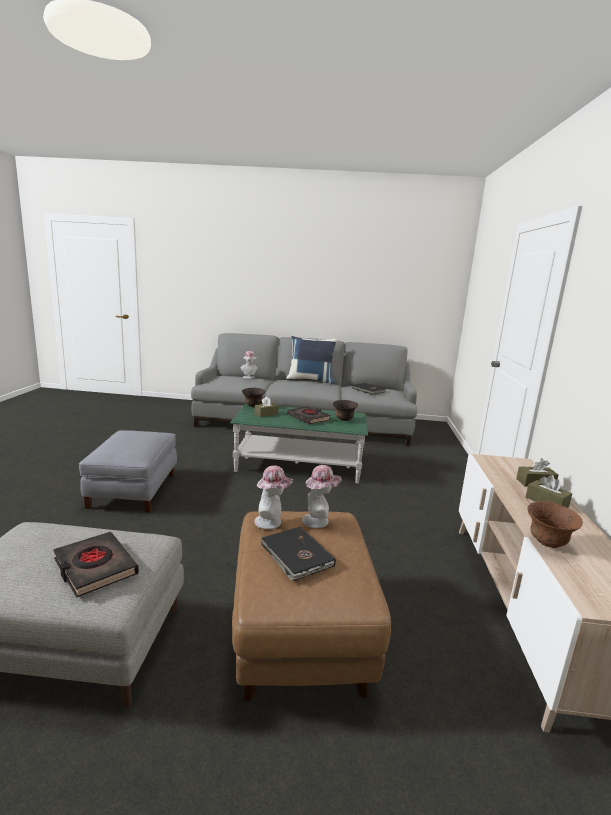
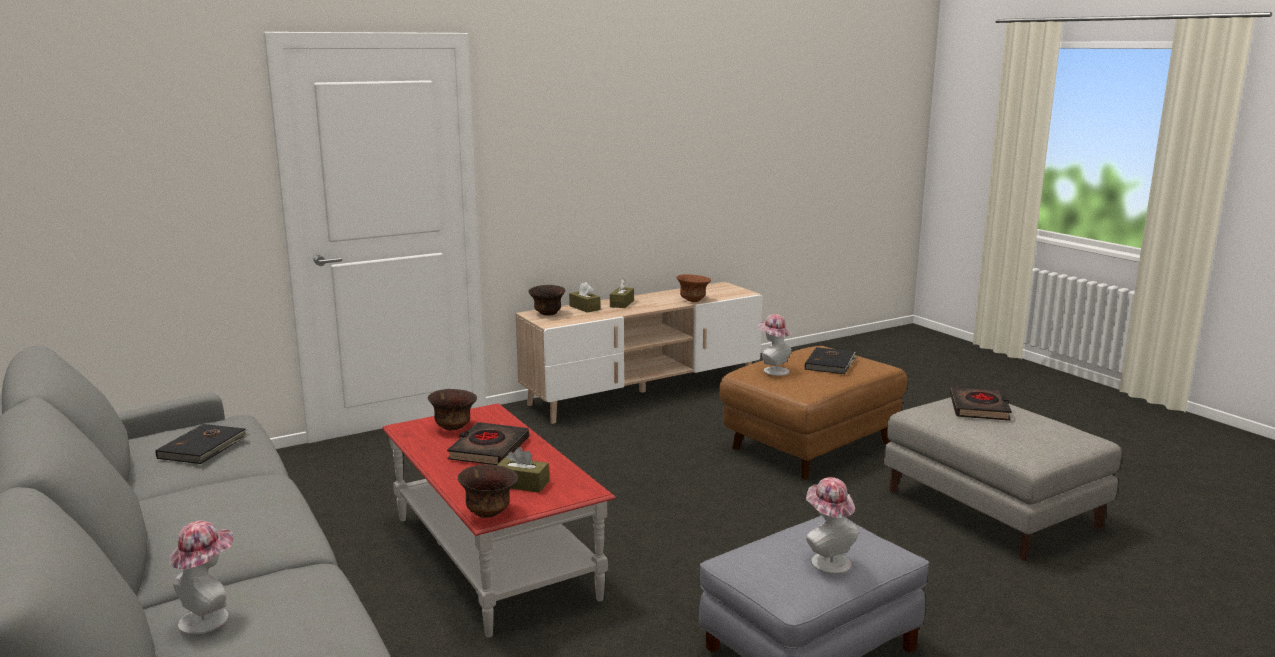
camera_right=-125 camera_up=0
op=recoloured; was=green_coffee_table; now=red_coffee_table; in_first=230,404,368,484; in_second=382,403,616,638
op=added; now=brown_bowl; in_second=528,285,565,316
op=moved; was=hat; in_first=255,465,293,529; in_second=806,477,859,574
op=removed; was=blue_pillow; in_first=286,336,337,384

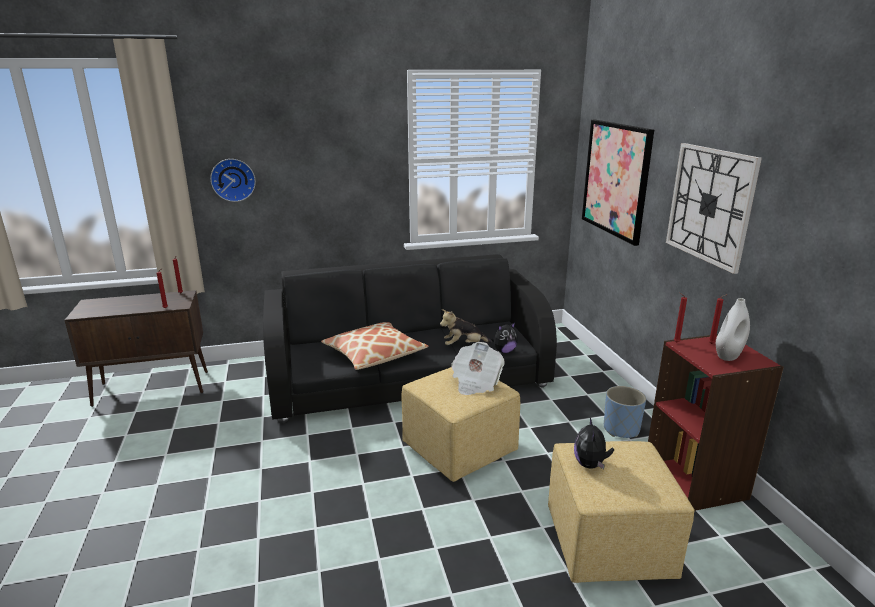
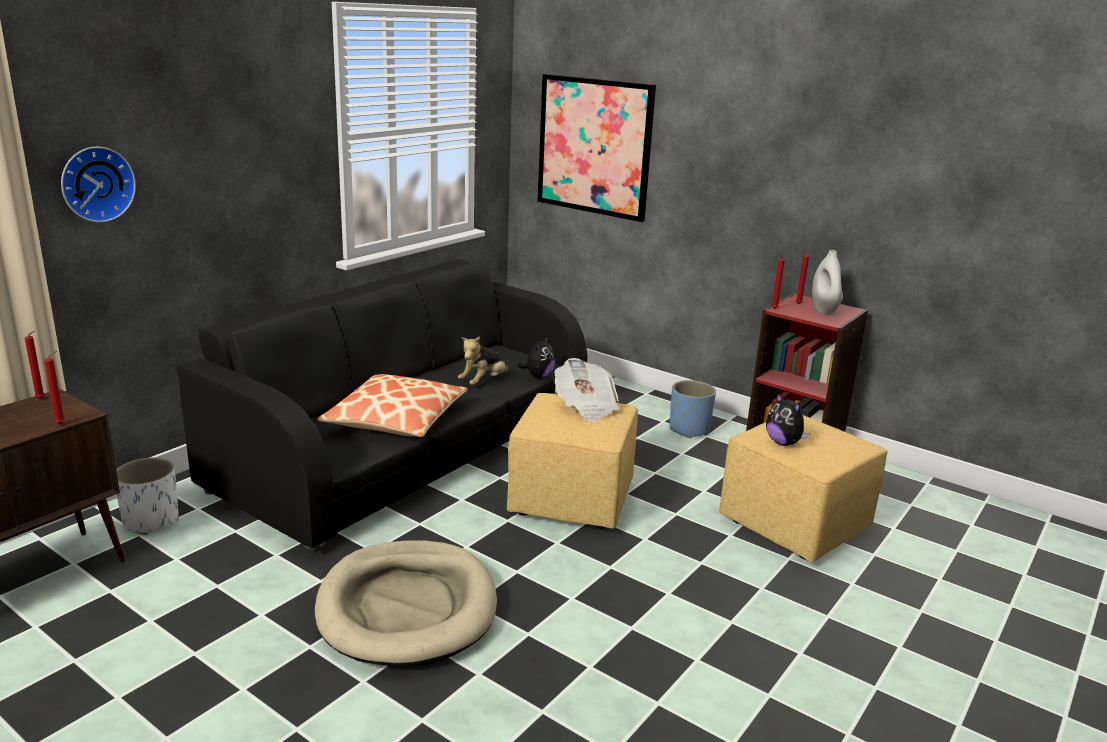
camera_right=-40 camera_up=0
op=added; now=white_planter; in_second=116,458,179,535
op=added; now=beige_dog_bed; in_second=315,540,497,667
op=removed; was=wall_clock; in_first=666,143,762,274

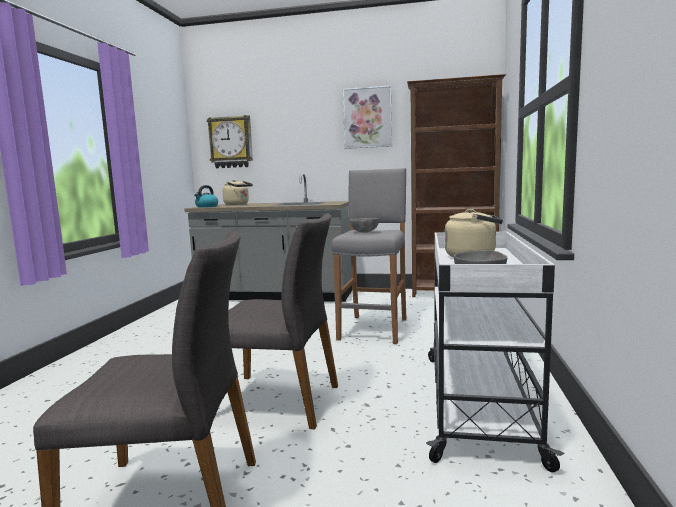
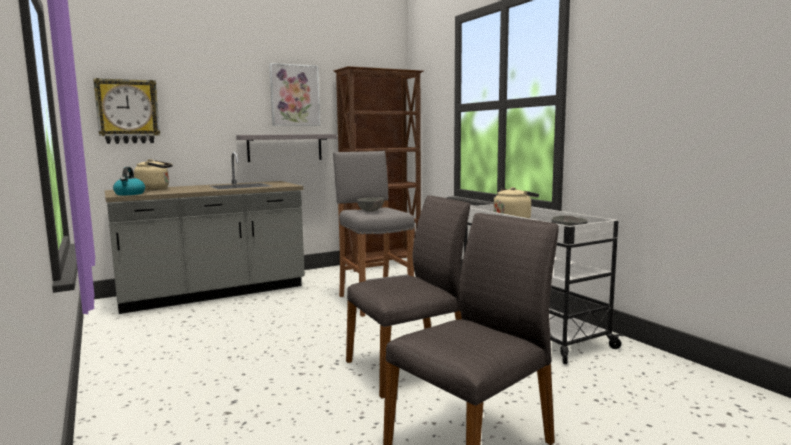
camera_right=-40 camera_up=0
op=added; now=grey_shelf; in_second=236,134,337,162

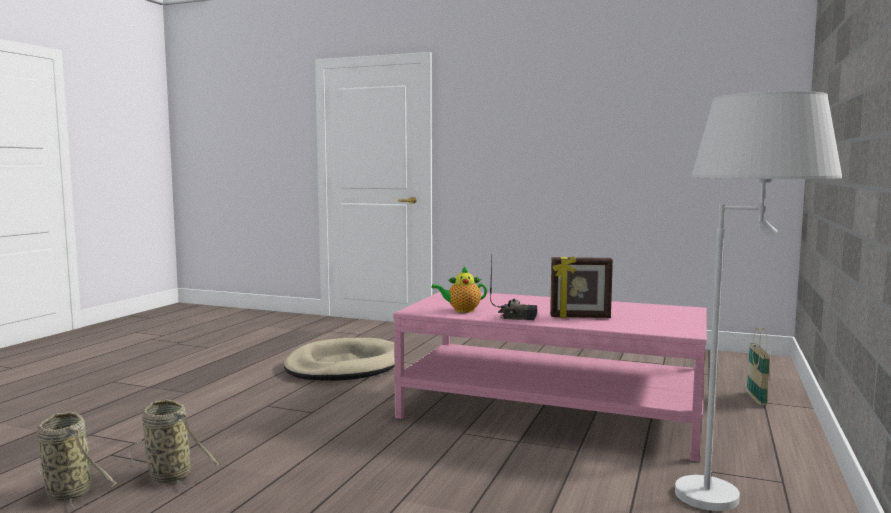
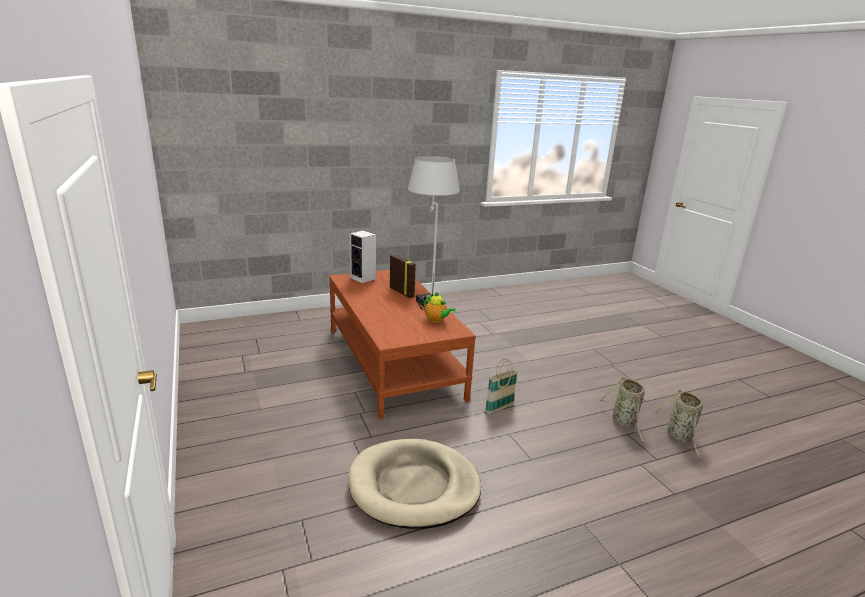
camera_right=-135 camera_up=15
op=recoloured; was=pink_coffee_table; now=brown_coffee_table; in_first=393,292,707,462; in_second=329,270,476,420
op=added; now=speaker; in_second=350,230,376,283
op=moved; was=basket; in_first=747,328,770,406; in_second=485,358,518,414

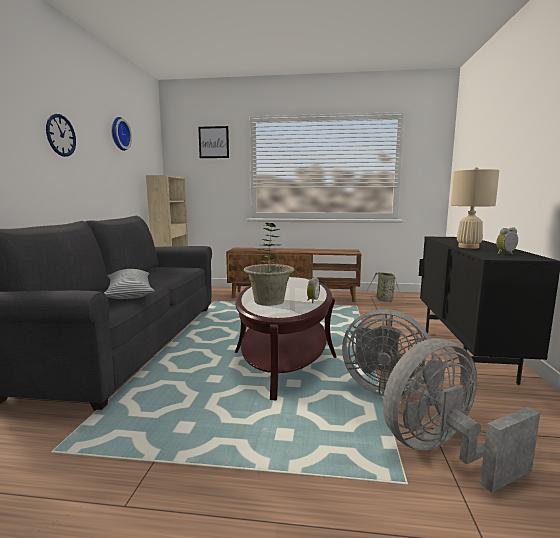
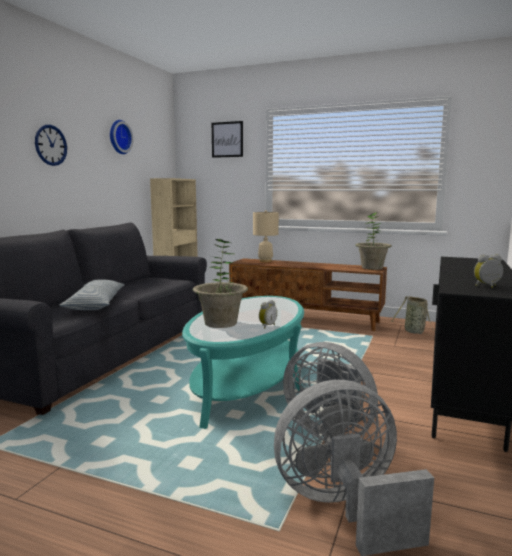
camera_right=15 camera_up=0
op=recoloured; was=brown_coffee_table; now=turquoise_coffee_table; in_first=235,276,337,401; in_second=182,296,304,429
op=moved; was=beige_table_lamp; in_first=451,167,499,249; in_second=253,210,279,262
op=added; now=potted_plant; in_second=356,212,392,270

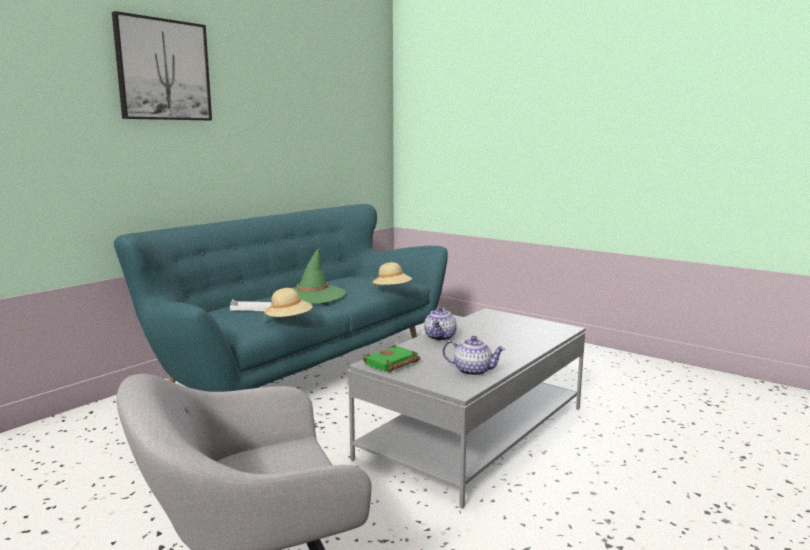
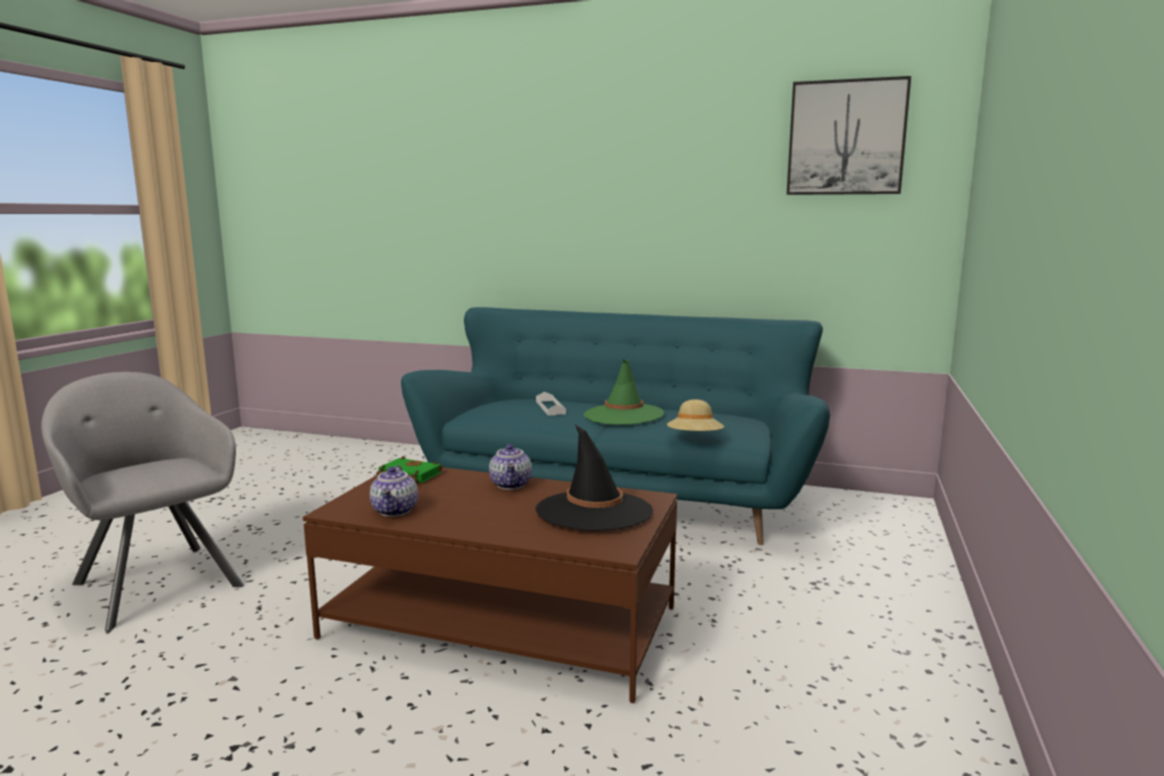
camera_right=70 camera_up=0
op=recoloured; was=grey_coffee_table; now=brown_coffee_table; in_first=348,308,586,509; in_second=303,467,677,703
op=turned; was=teapot; in_first=424,307,457,341; in_second=489,444,532,490; clockwise=-90
op=added; now=black_hat; in_second=536,425,653,531
op=moved; was=picture; in_first=112,11,212,120; in_second=787,76,911,195
op=removed; was=beige_hat; in_first=264,288,313,317

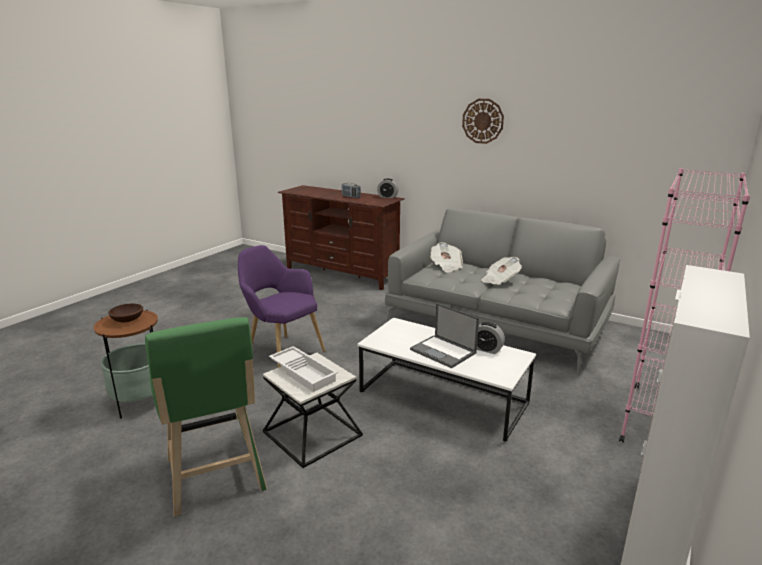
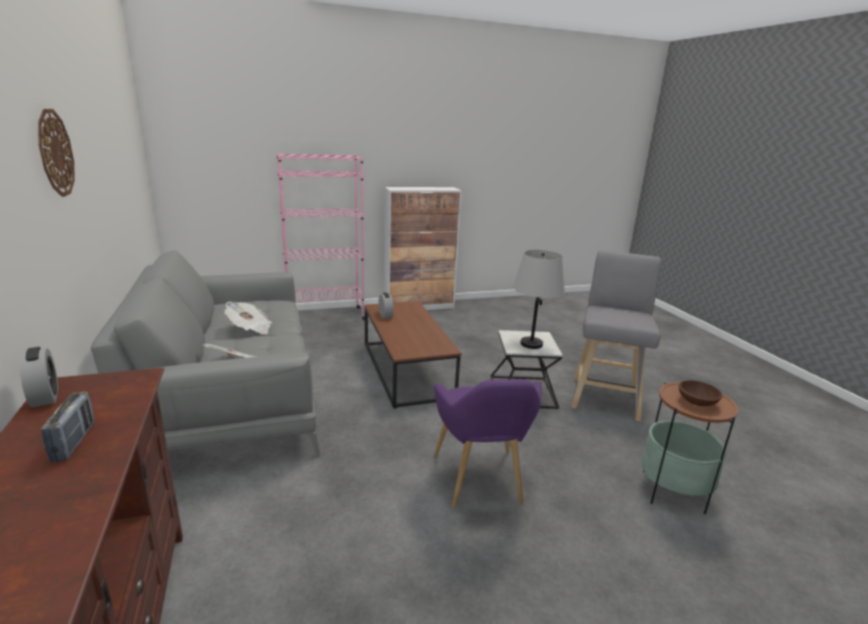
camera_right=-140 camera_up=0
op=recoloured; was=white_coffee_table; now=brown_coffee_table; in_first=357,318,536,442; in_second=365,301,462,409
op=replaced; was=white_tray; now=grey_table_lamp; in_first=269,346,338,392; in_second=513,250,565,349
op=recoloured; was=green_stool; now=grey_stool; in_first=145,317,267,517; in_second=571,250,661,421
op=removed; was=laptop; in_first=410,303,479,368

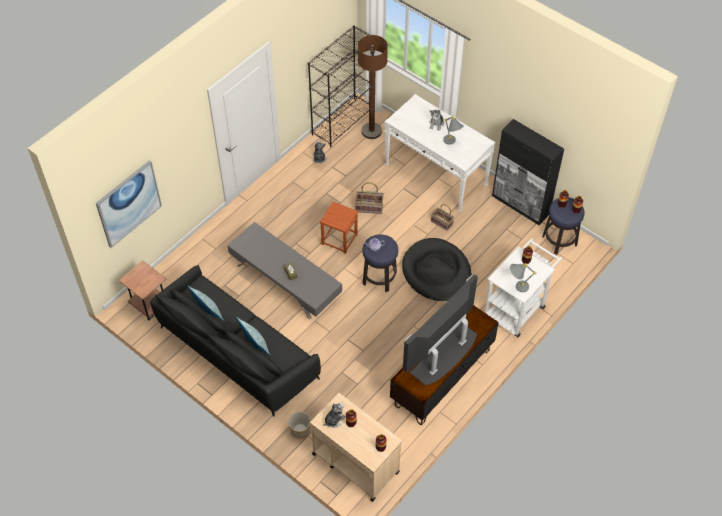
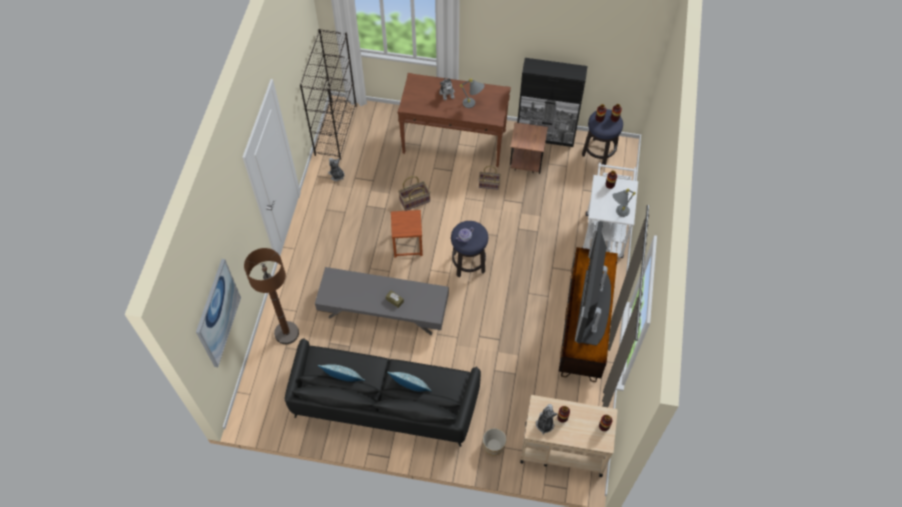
camera_right=-30 camera_up=5
op=moved; was=brown_floor_lamp; in_first=358,35,388,139; in_second=244,248,299,344
op=recoloured; was=white_console_table; now=brown_console_table; in_first=384,94,496,212; in_second=398,73,511,167
op=moved; was=brown_side_table; in_first=119,260,167,320; in_second=510,122,548,174
op=removed; was=black_dog_bed; in_first=402,238,472,301

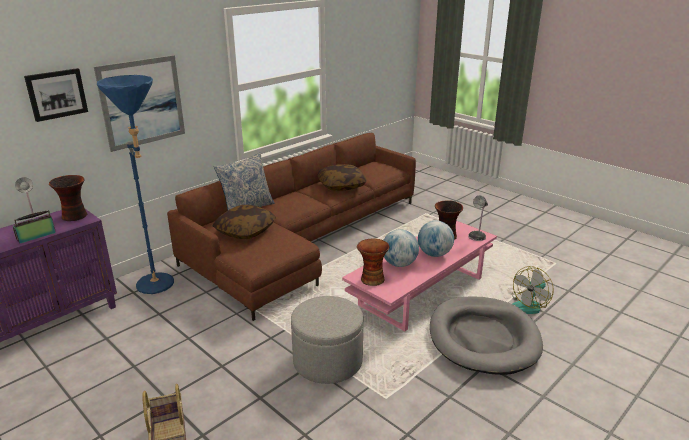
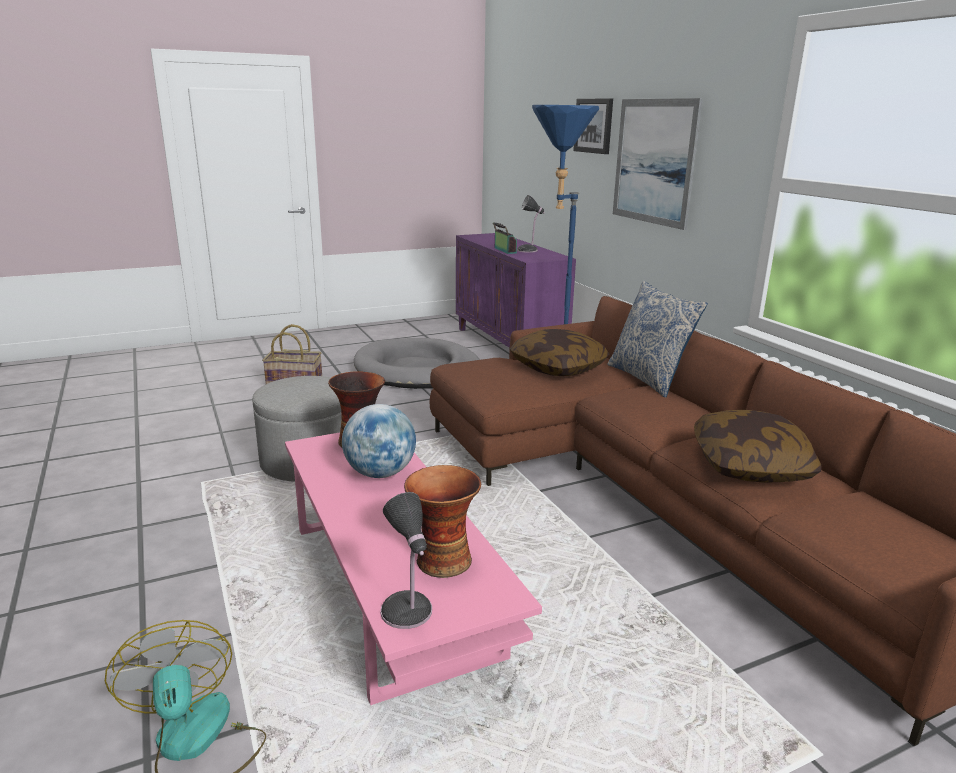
camera_right=110 camera_up=-5
op=moved; was=grey_dog_bed; in_first=430,296,543,375; in_second=354,338,480,389
op=removed; was=vase; in_first=49,175,87,221
op=removed; was=globe; in_first=418,221,454,257

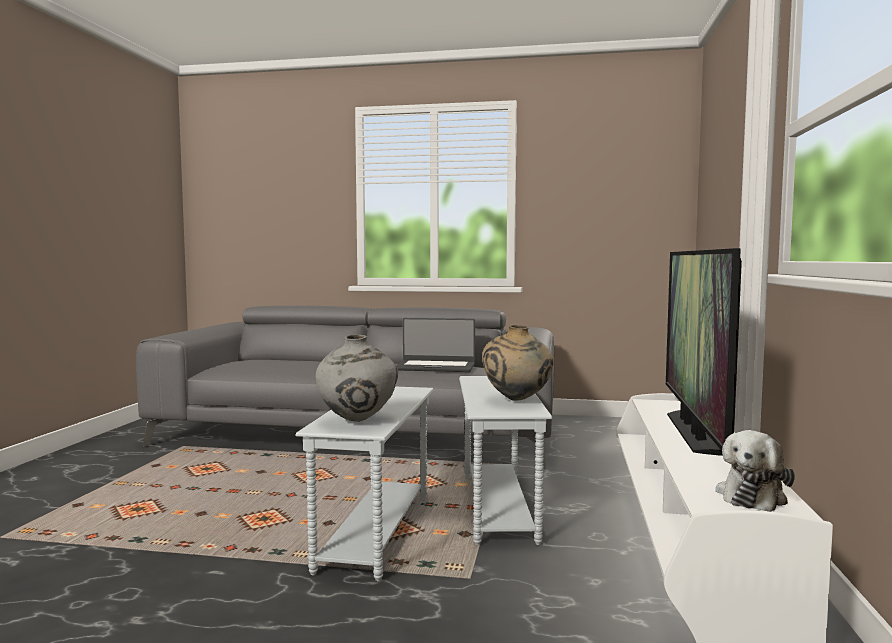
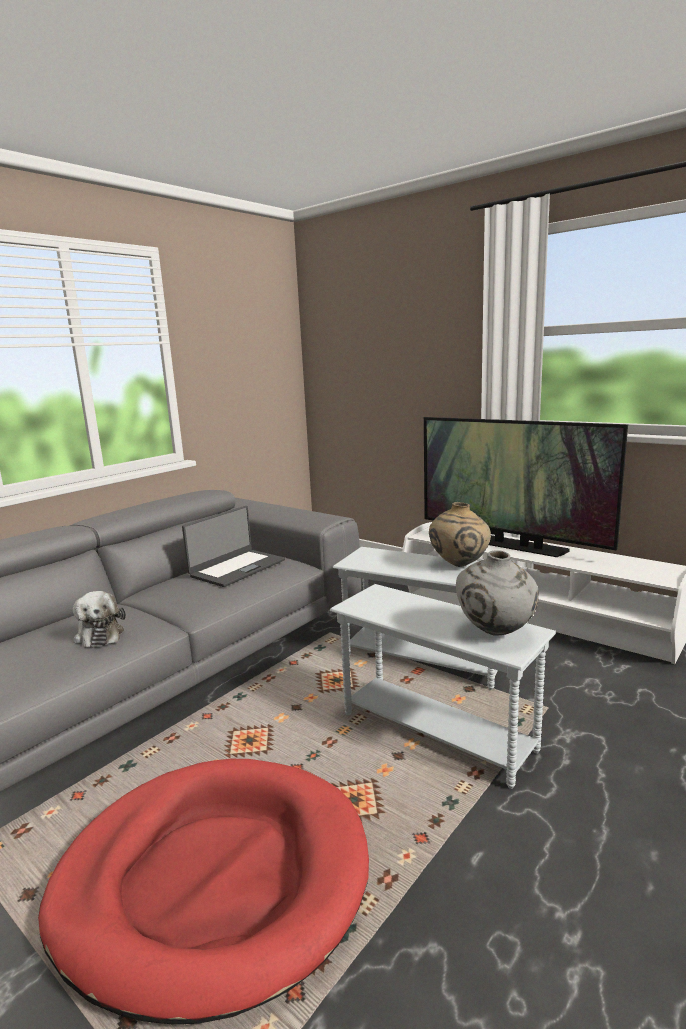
camera_right=-60 camera_up=10
op=added; now=red_dog_bed; in_second=38,759,369,1024
op=moved; was=plush_toy; in_first=716,430,795,512; in_second=73,591,126,648

